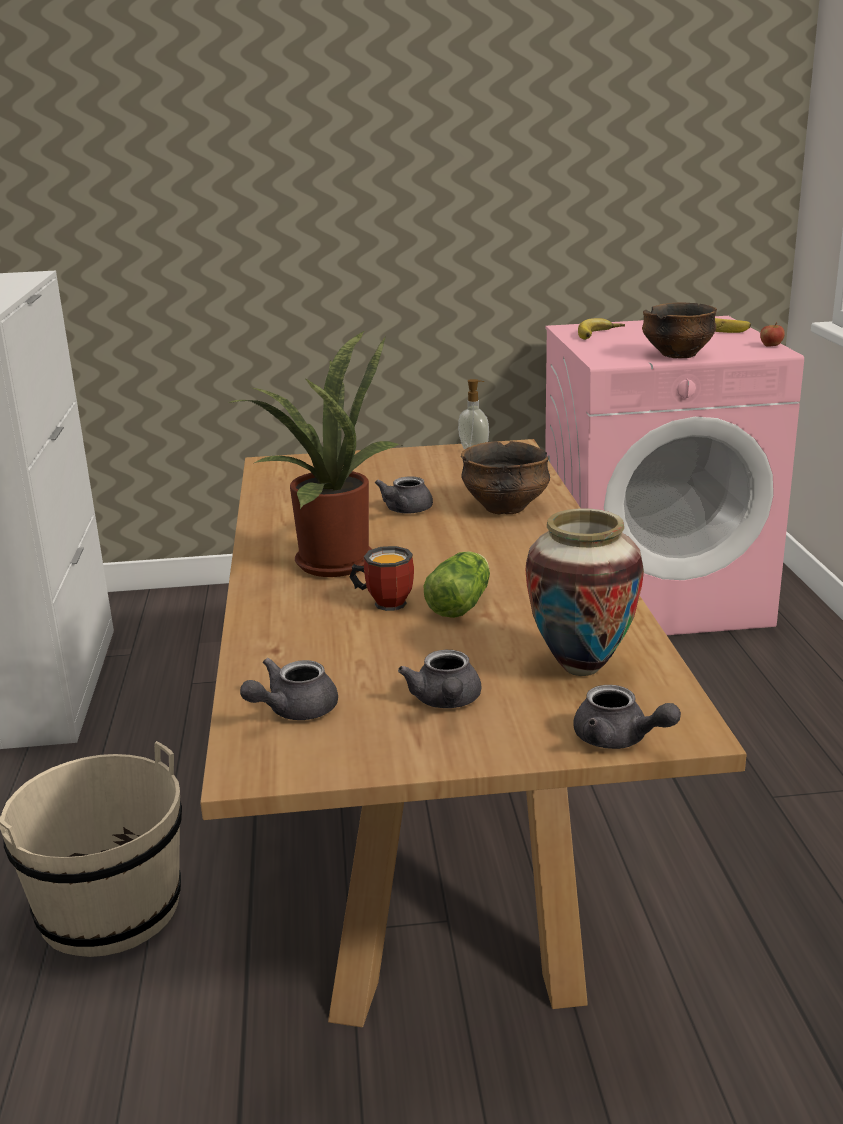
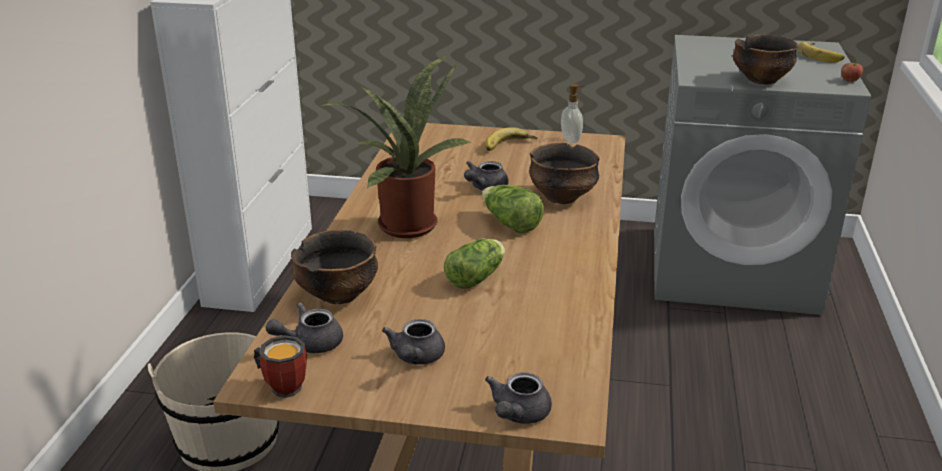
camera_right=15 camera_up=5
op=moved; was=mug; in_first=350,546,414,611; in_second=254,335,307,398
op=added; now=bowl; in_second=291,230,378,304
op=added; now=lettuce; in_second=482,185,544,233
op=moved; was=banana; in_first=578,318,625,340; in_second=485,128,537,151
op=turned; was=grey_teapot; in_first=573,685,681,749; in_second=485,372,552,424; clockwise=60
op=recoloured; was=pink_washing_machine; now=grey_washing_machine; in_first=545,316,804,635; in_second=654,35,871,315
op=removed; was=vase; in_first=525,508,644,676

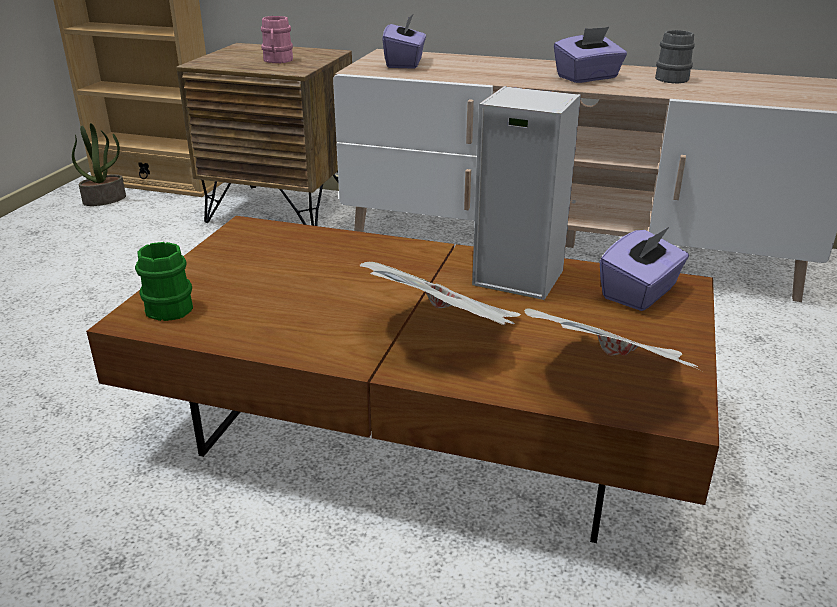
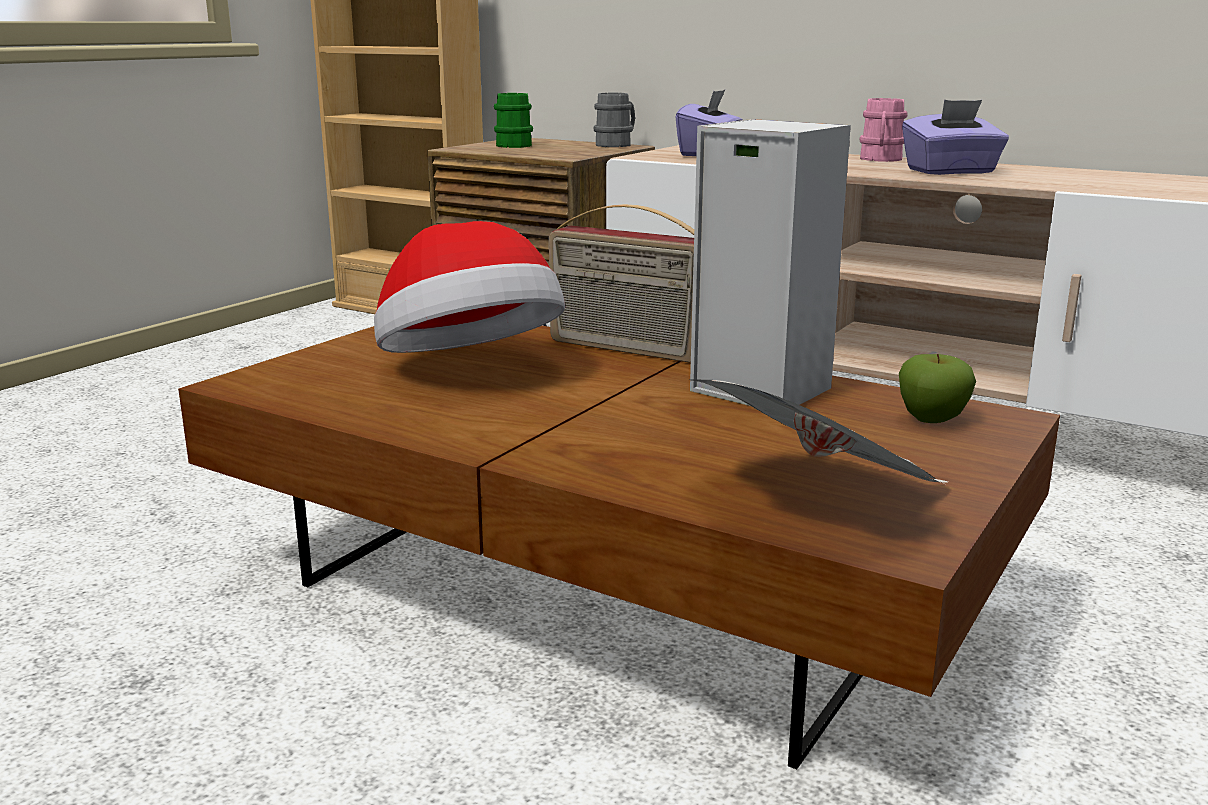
camera_right=15 camera_up=-10
op=added; now=hat; in_second=374,221,566,353
op=moved; was=green_mug; in_first=135,242,193,321; in_second=494,93,533,148
op=added; now=radio; in_second=549,204,694,362
op=moved; was=grey_mug; in_first=655,30,695,84; in_second=593,93,635,147
op=moved; was=pink_mug; in_first=261,16,293,63; in_second=860,98,908,162
op=replaced; was=purple_tissue_box; now=apple; in_first=600,227,689,311; in_second=899,354,976,423
op=removed; was=potted_plant; in_first=72,123,126,206
op=removed; was=newspaper; in_first=360,262,521,325

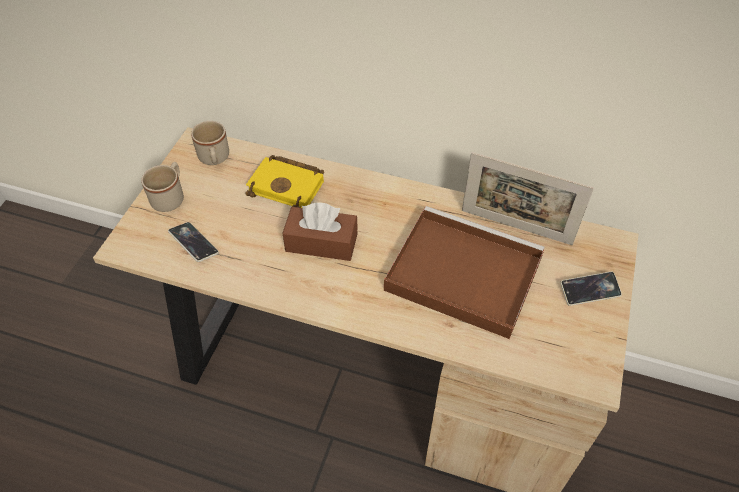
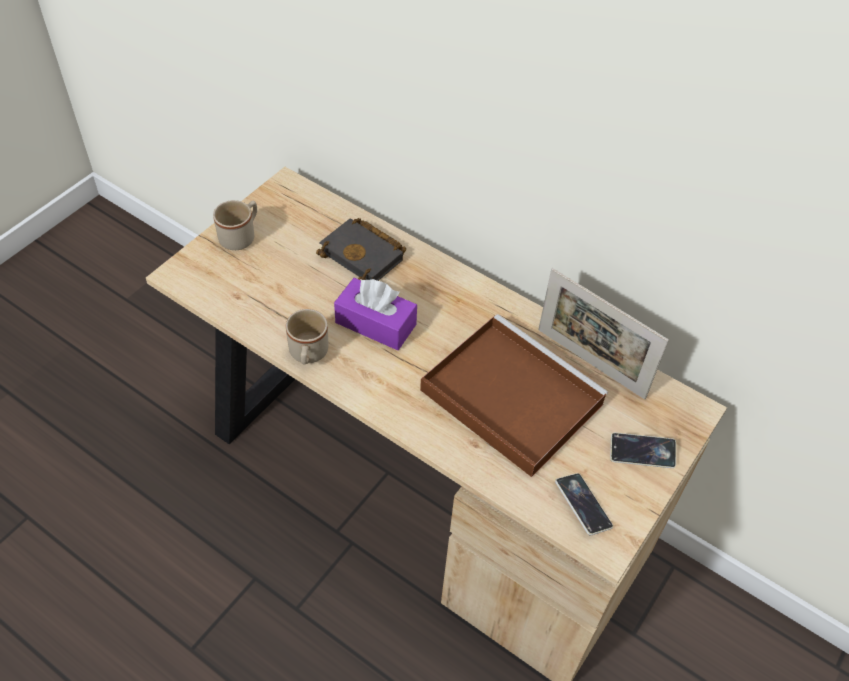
camera_right=15 camera_up=0
op=moved; was=beige_mug; in_first=191,121,229,165; in_second=286,309,328,364
op=recoloured; was=yellow_book; now=black_book; in_first=246,155,324,208; in_second=316,218,406,281
op=recoloured; was=brown_tissue_box; now=purple_tissue_box; in_first=282,203,358,261; in_second=334,278,417,350
op=moved; was=phone; in_first=168,222,219,262; in_second=555,473,613,535

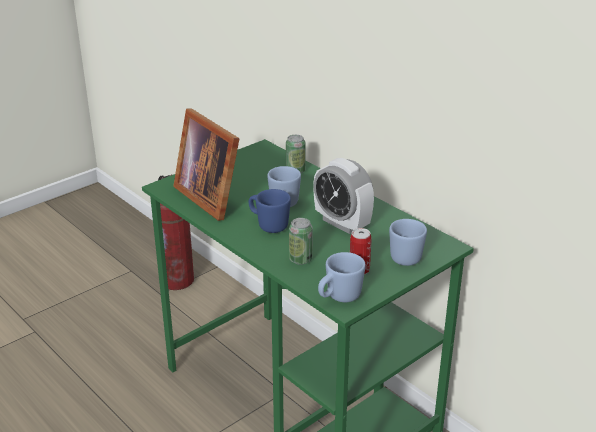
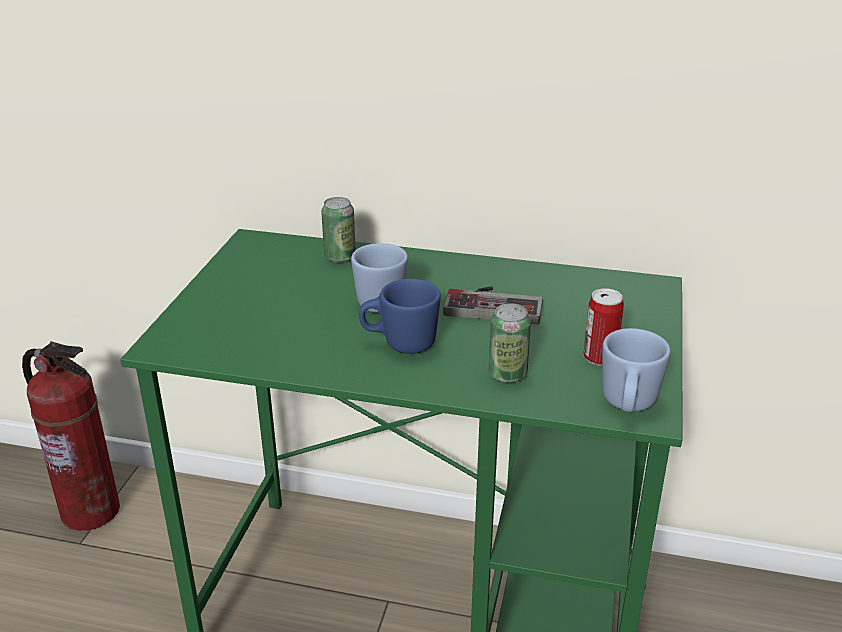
camera_right=-35 camera_up=0
op=replaced; was=alarm_clock; now=game_controller; in_first=313,158,374,234; in_second=443,286,543,324
op=removed; was=picture_frame; in_first=173,109,240,221
op=removed; was=blue_mug; in_first=389,219,427,266

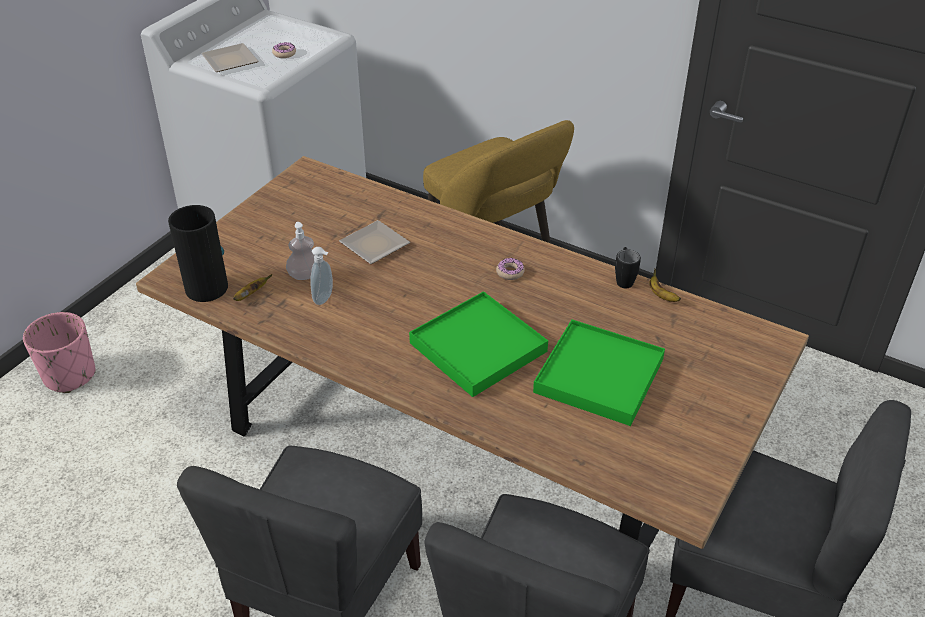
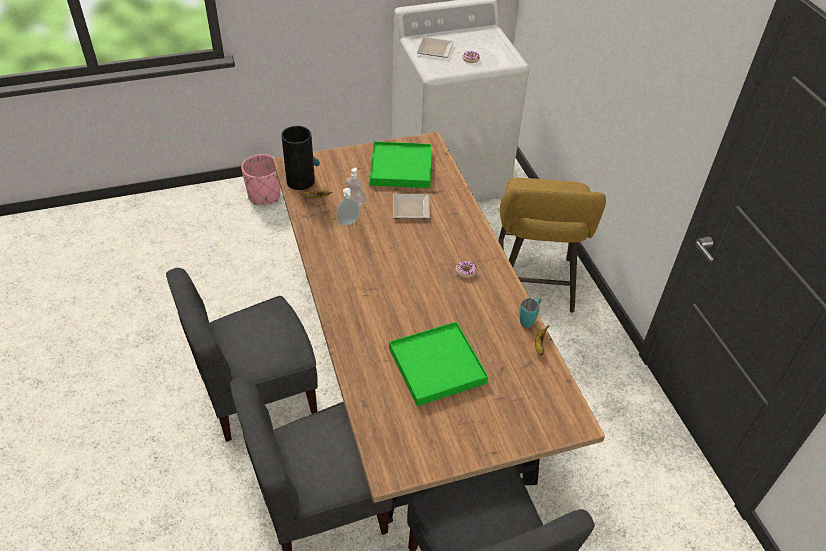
camera_right=40 camera_up=5
op=moved; was=green_tray; in_first=409,291,548,397; in_second=370,141,432,188
op=recoloured; was=black_mug; now=turquoise_mug; in_first=615,247,641,288; in_second=519,298,541,328

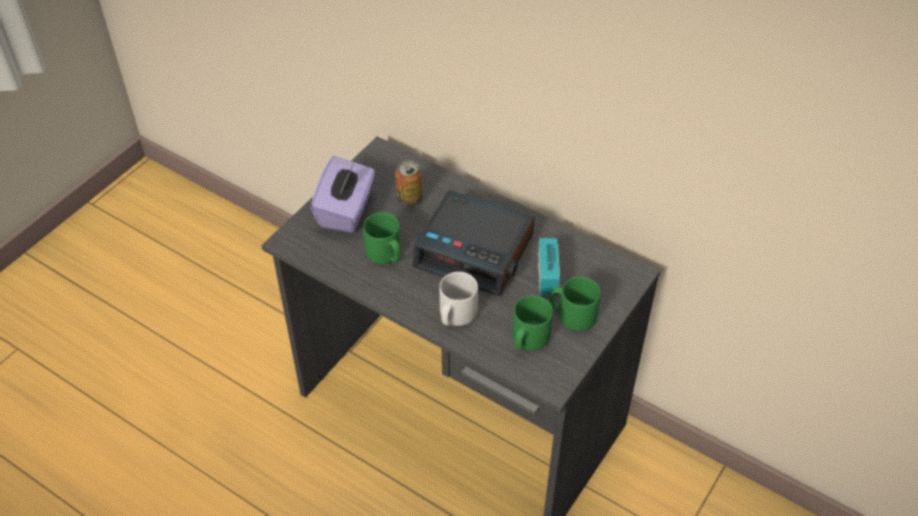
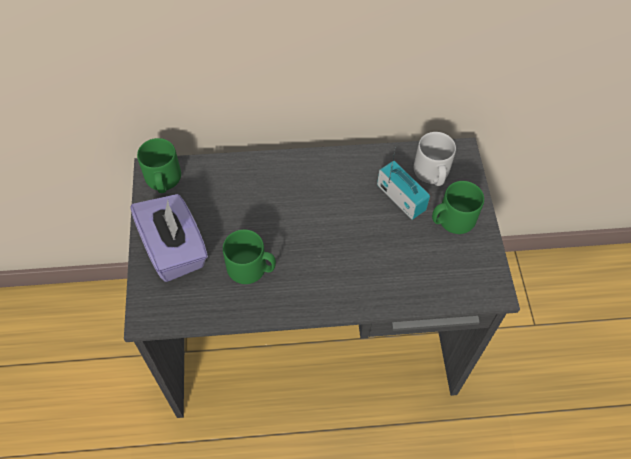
camera_right=-40 camera_up=10
op=moved; was=green_mug; in_first=512,295,553,350; in_second=137,138,181,193
op=moved; was=grey_mug; in_first=439,272,478,326; in_second=414,132,456,186
op=removed; was=can; in_first=395,161,423,207
op=removed; was=alarm_clock; in_first=413,190,535,296

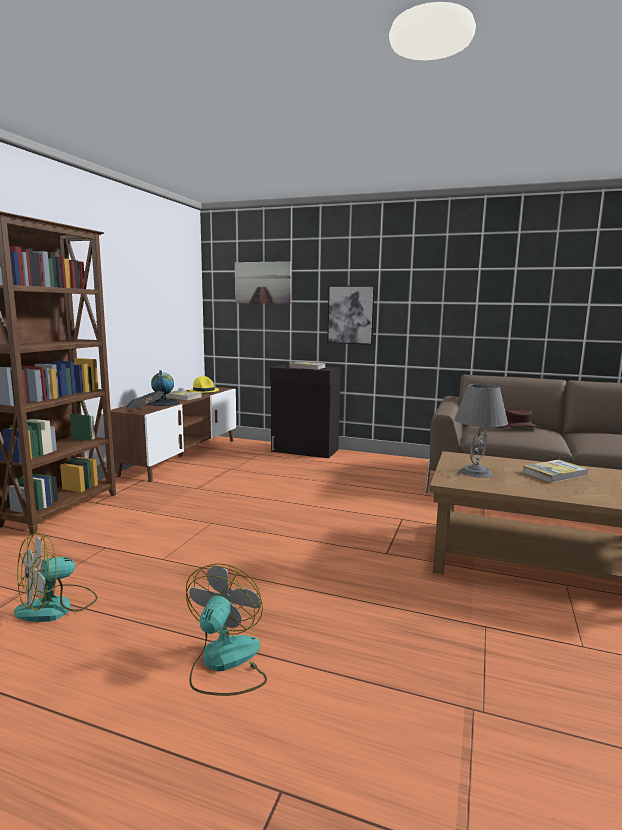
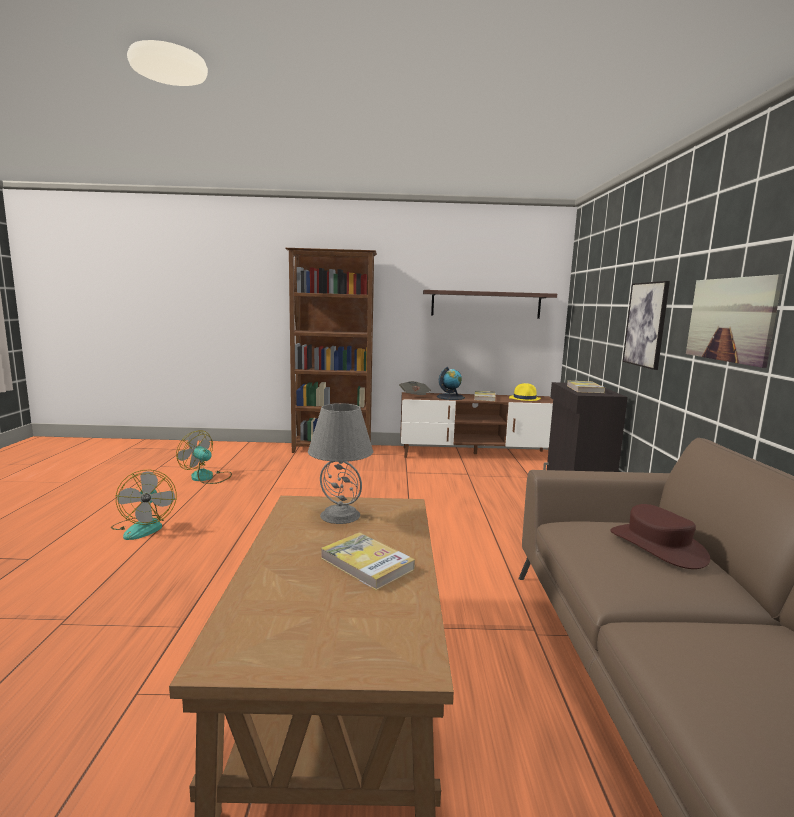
camera_right=70 camera_up=0
op=turned; was=fan; in_first=186,563,267,696; in_second=111,470,176,540; clockwise=75
op=added; now=shelf; in_second=423,290,557,319
op=moved; was=picture; in_first=235,261,291,304; in_second=686,274,783,368

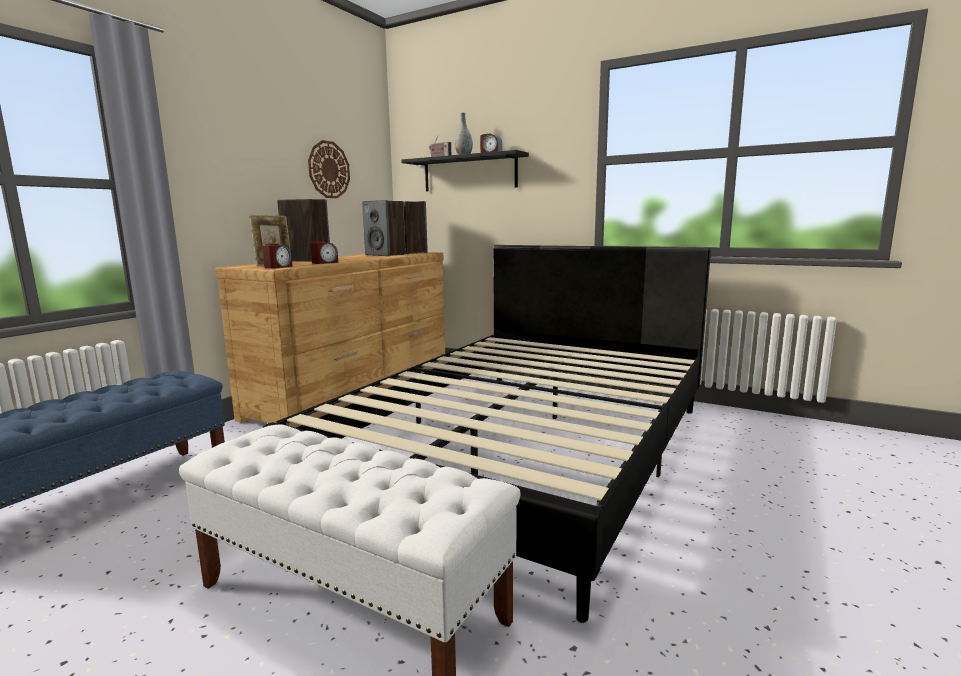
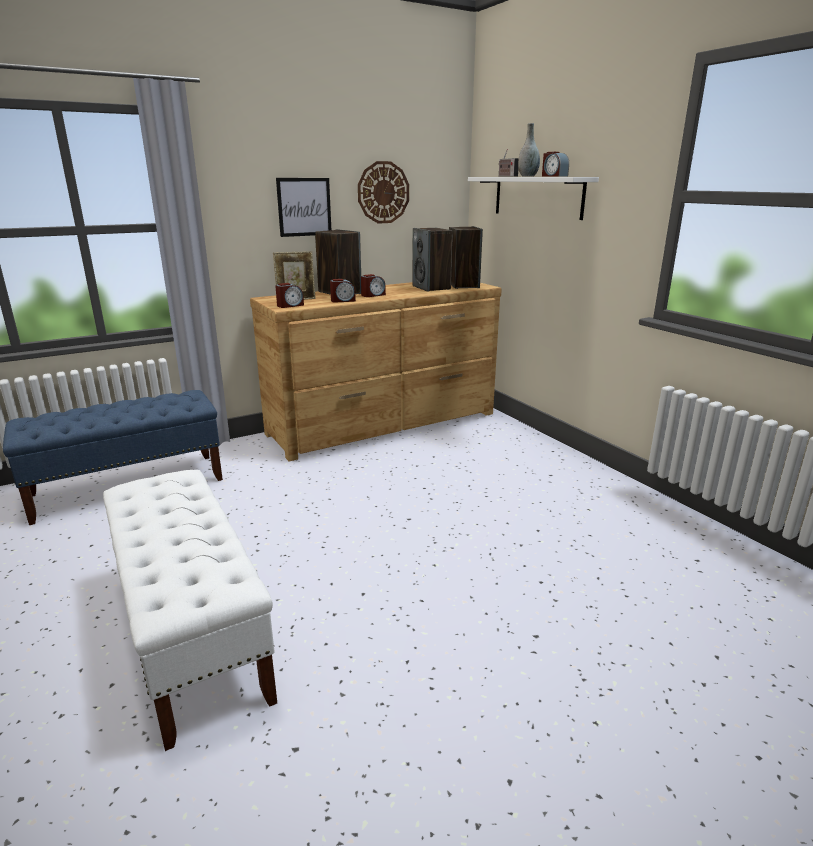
camera_right=30 camera_up=10
op=added; now=picture; in_second=276,178,331,237
op=added; now=alarm_clock; in_second=361,274,386,297
op=recoloured; was=black_shelf; now=white_shelf; in_first=401,150,529,191; in_second=468,177,599,220
op=removed; was=black_bed; in_first=262,245,711,623

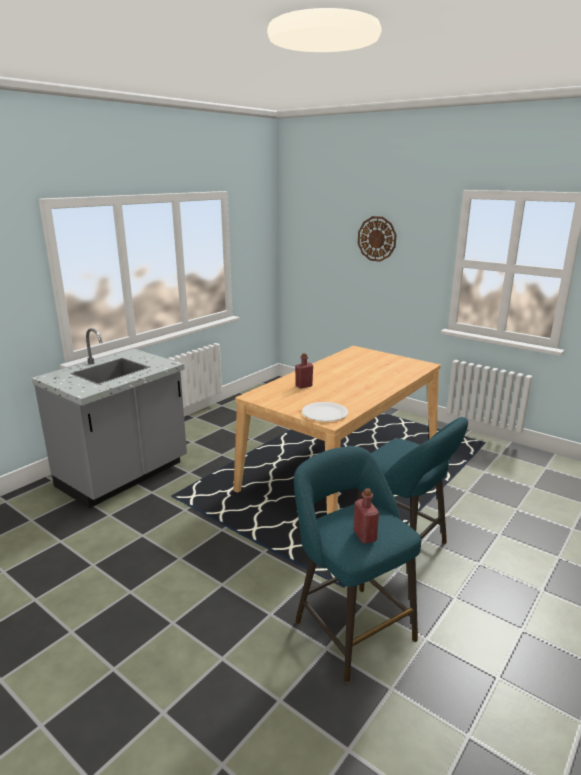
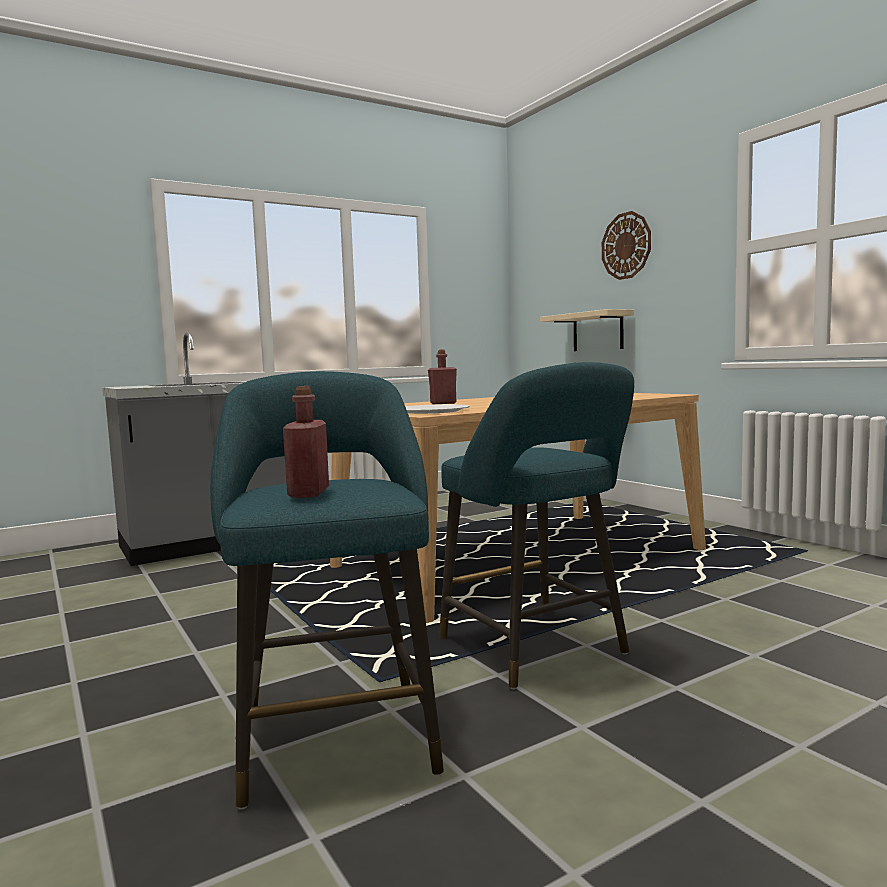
camera_right=20 camera_up=-15
op=added; now=beige_shelf; in_second=540,309,634,351

